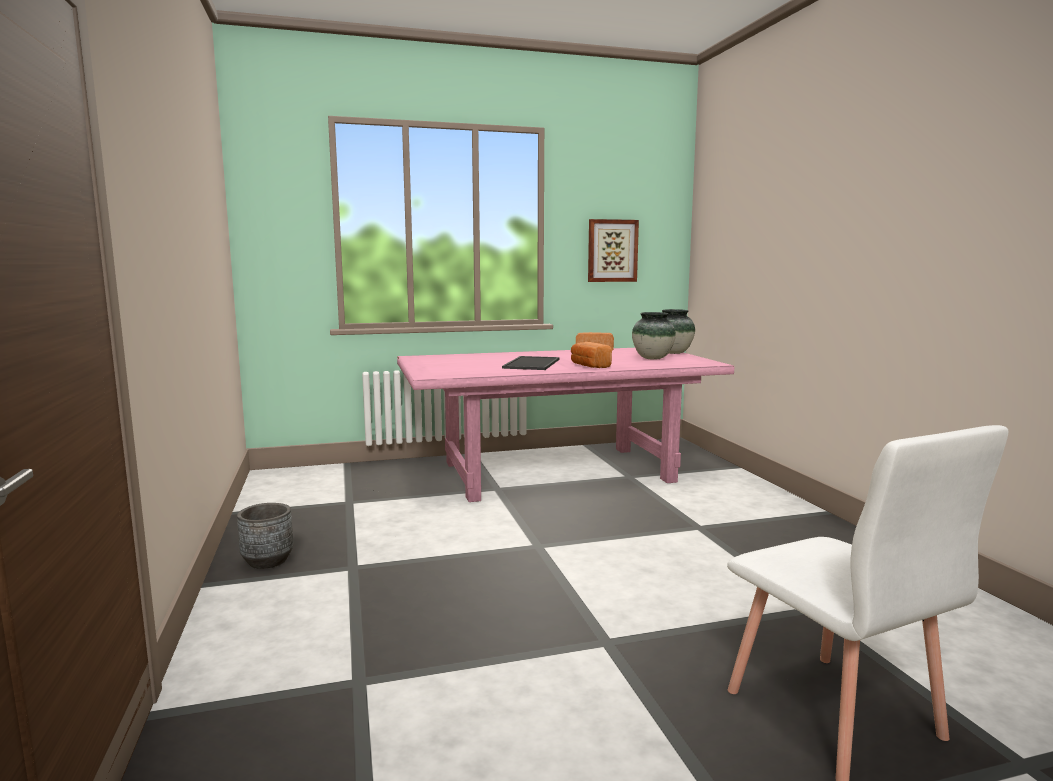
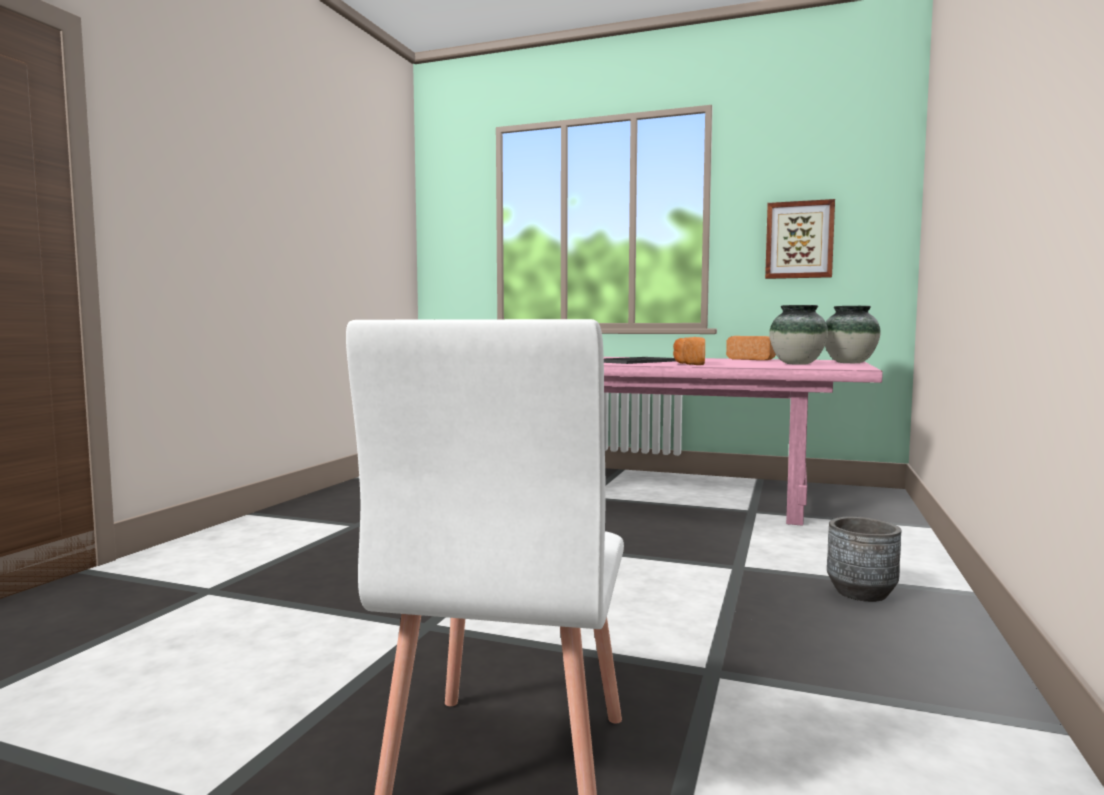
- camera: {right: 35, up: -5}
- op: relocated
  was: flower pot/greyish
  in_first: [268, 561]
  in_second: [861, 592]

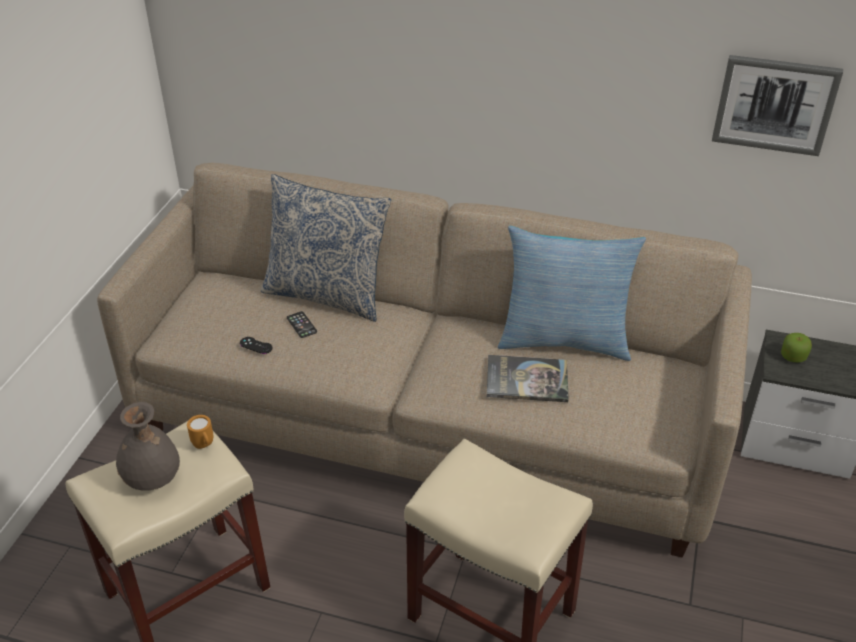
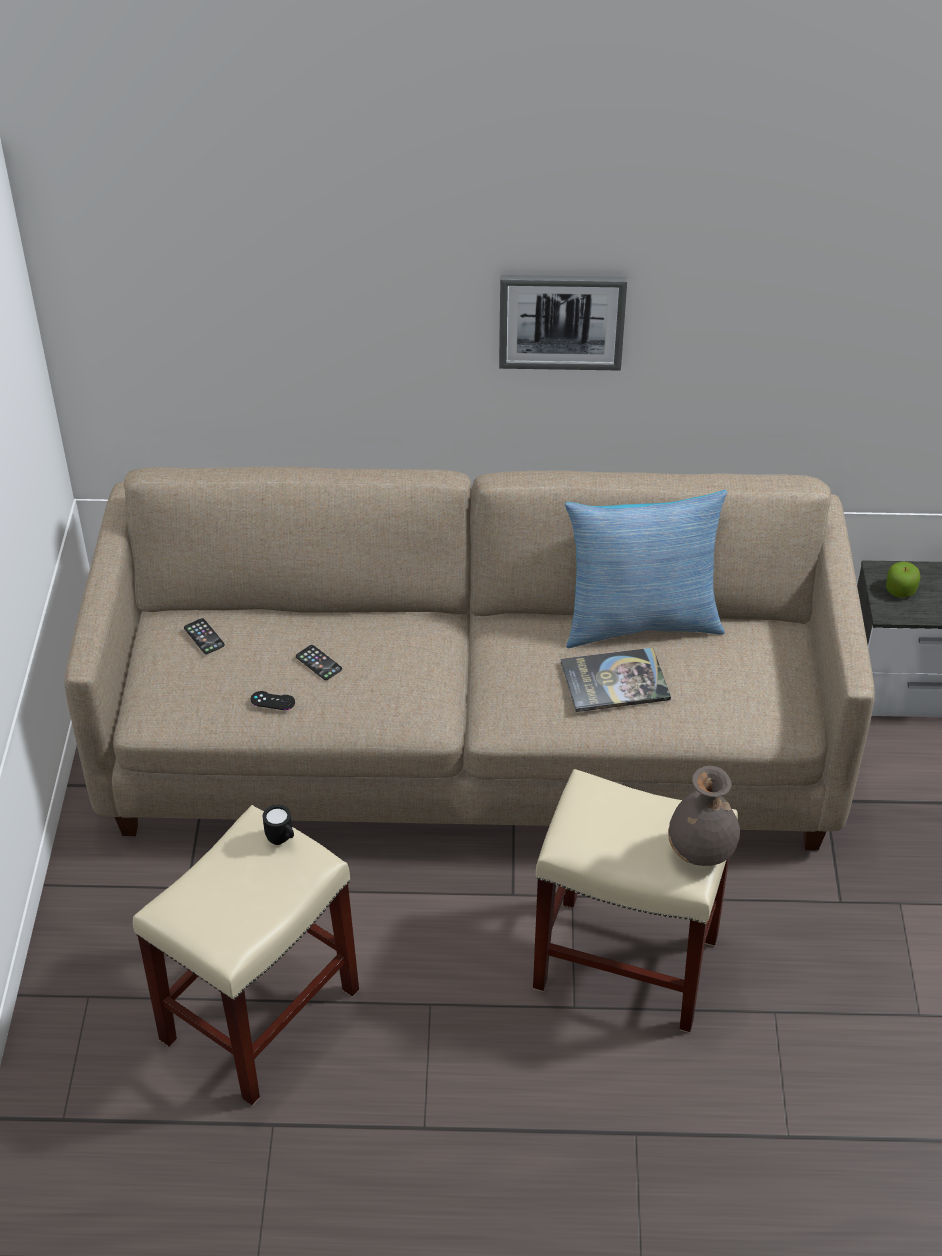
- camera: {right: -15, up: 5}
- op: relocated
  was: picture
  in_first: [774, 104]
  in_second: [561, 321]
- op: missing
  was: cushion
  in_first: [327, 294]
- op: relocated
  was: flower vase/greyish
  in_first: [153, 480]
  in_second: [701, 852]
- op: colour
  was: coffee mug/orange
  now: coffee mug/black
  in_first: [204, 445]
  in_second: [282, 840]
- op: appeared
  now: phone
  in_second: [204, 636]

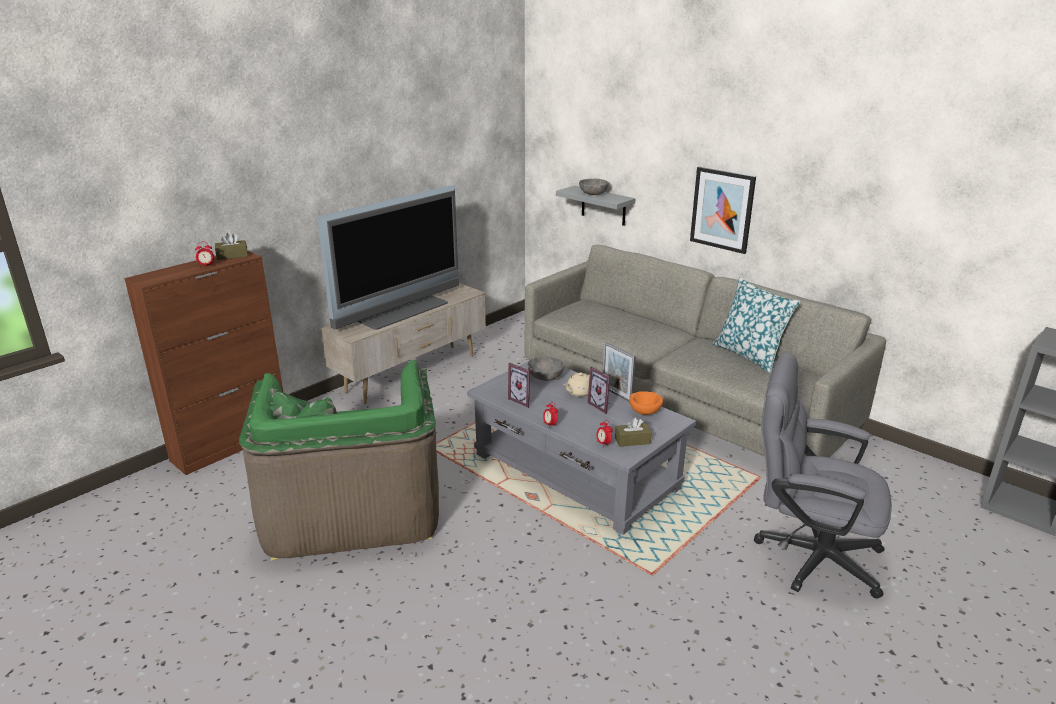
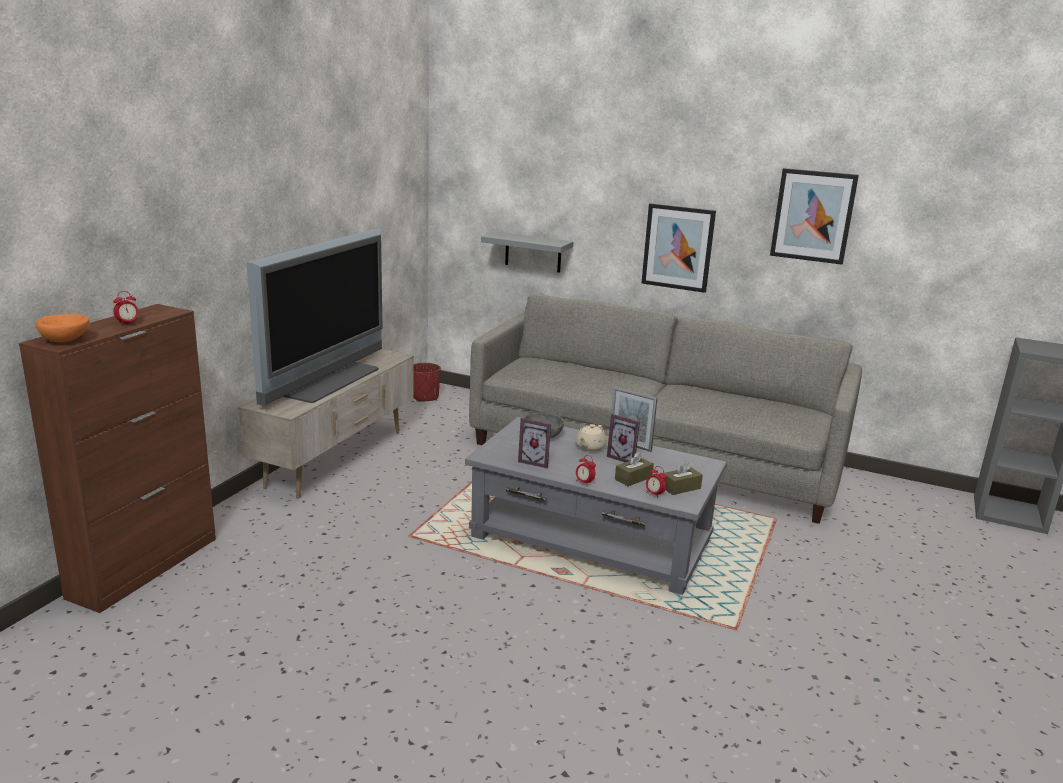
- camera: {right: -20, up: -5}
- op: missing
  was: bowl/greyish
  in_first: [593, 194]
- op: relocated
  was: tissue box/brown-coloured
  in_first: [232, 256]
  in_second: [633, 478]
- op: missing
  was: cushion
  in_first: [749, 355]
- op: missing
  was: computer chair/greyish
  in_first: [807, 554]
- op: missing
  was: lounge chair/green
  in_first: [352, 506]
- op: relocated
  was: bowl/orange
  in_first: [645, 411]
  in_second: [66, 340]
- op: appeared
  now: picture
  in_second: [813, 216]
- op: appeared
  now: flower pot/reddish
  in_second: [425, 397]

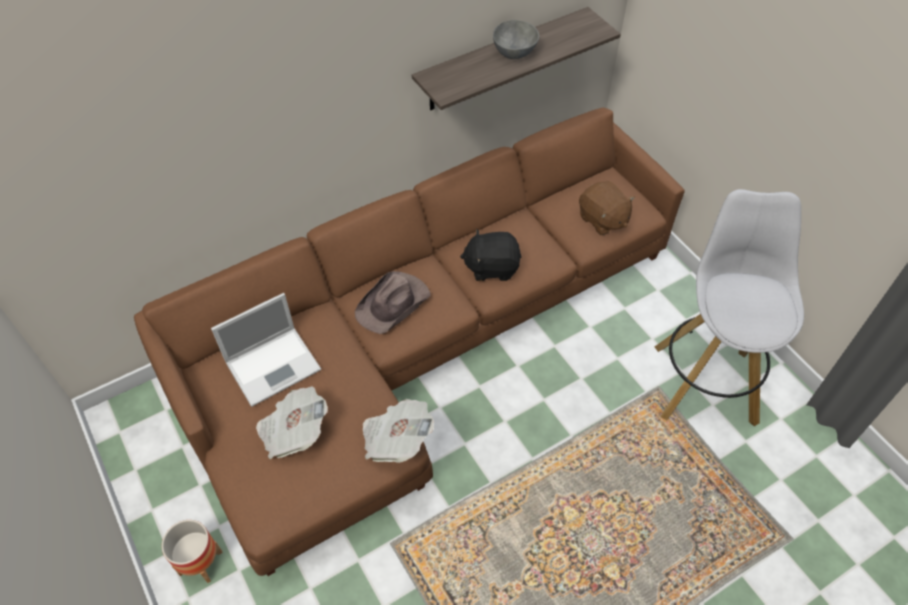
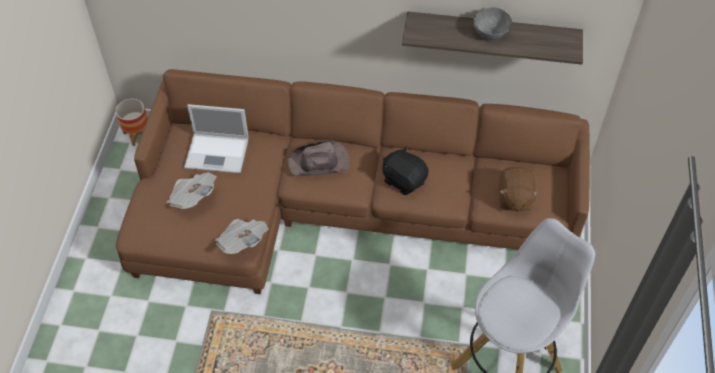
- camera: {right: 40, up: 0}
- op: relocated
  was: flower pot
  in_first: [201, 562]
  in_second: [137, 134]

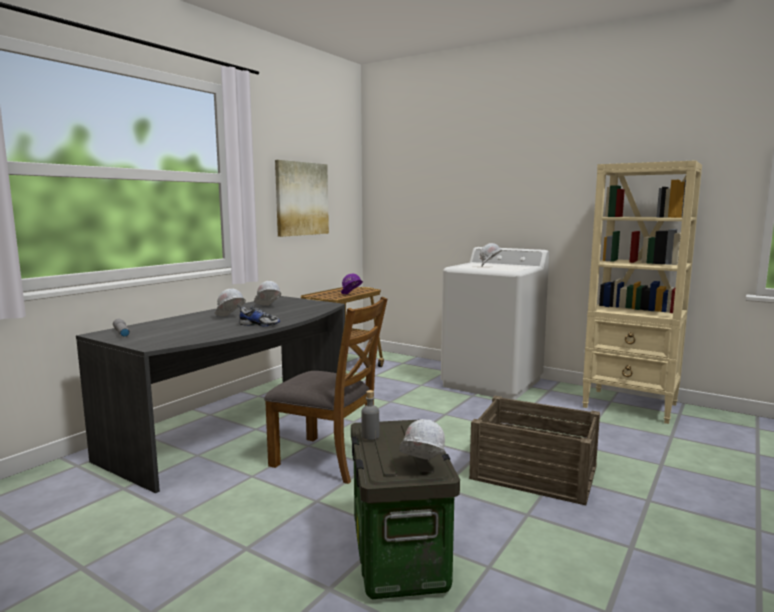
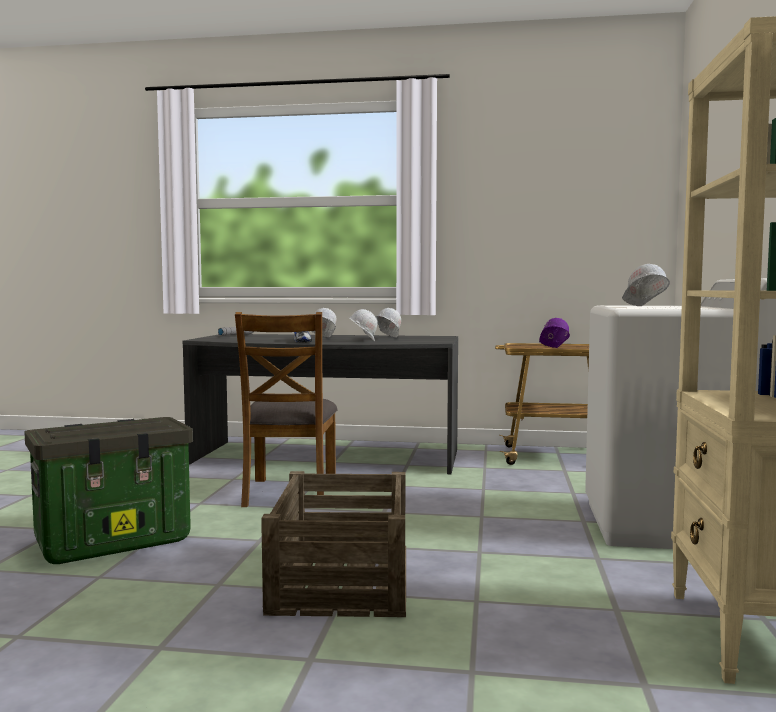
- camera: {right: 65, up: -5}
- op: missing
  was: picture
  in_first: [301, 199]
- op: missing
  was: drink bottle/greyish
  in_first: [370, 436]
- op: relocated
  was: safety helmet/whitish
  in_first: [421, 467]
  in_second: [362, 341]

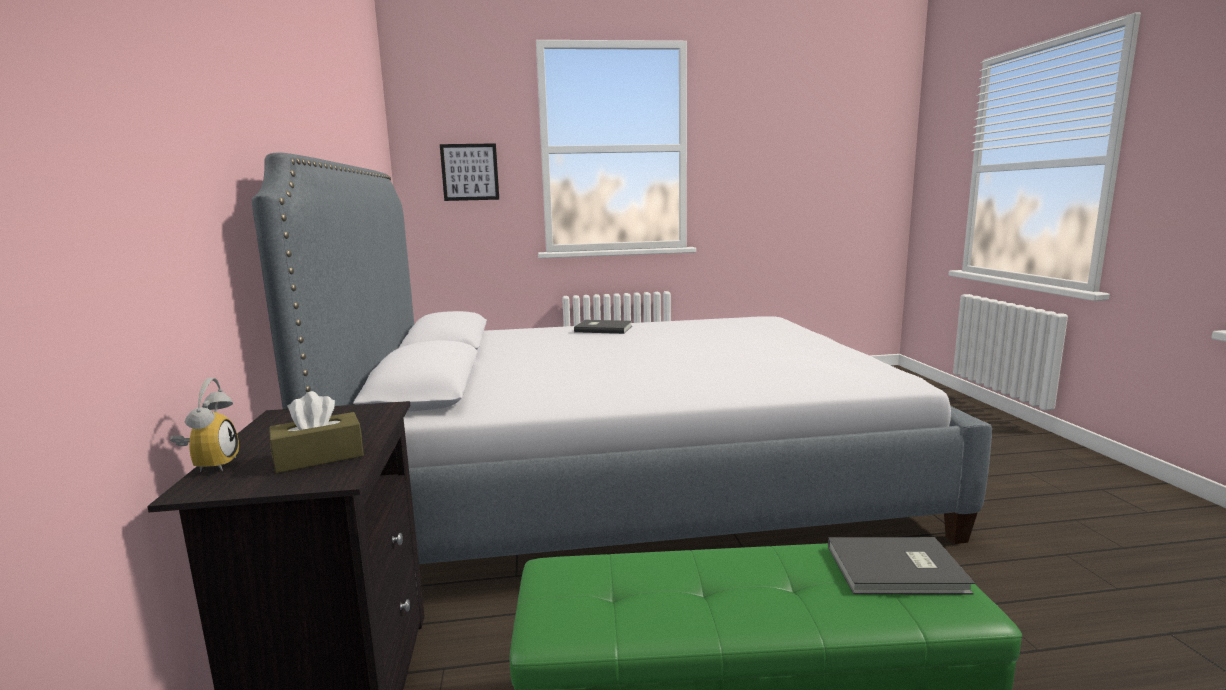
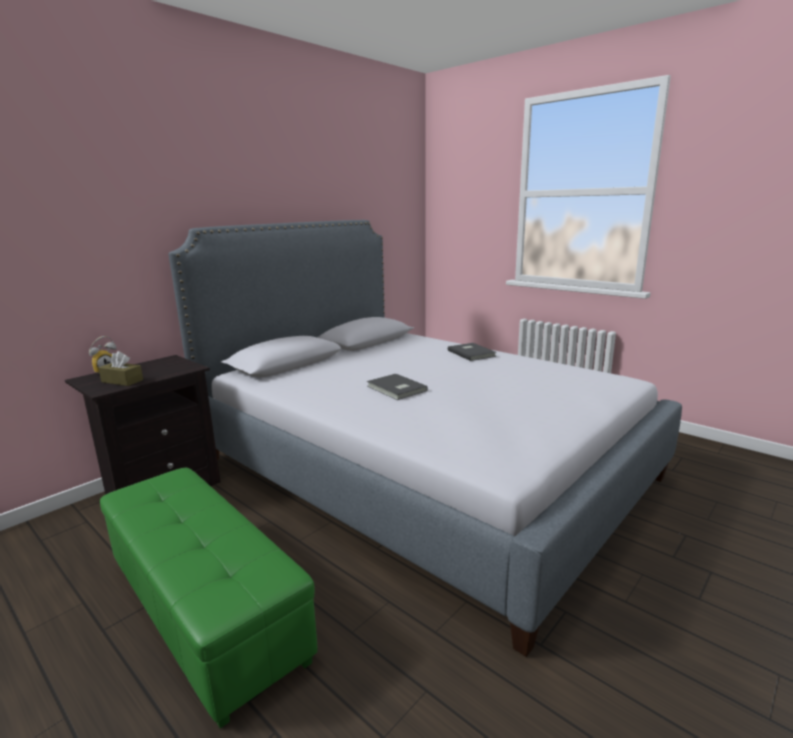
- camera: {right: 50, up: 5}
- op: missing
  was: picture
  in_first: [470, 172]
- op: relocated
  was: volume/greyish
  in_first: [899, 571]
  in_second: [396, 389]

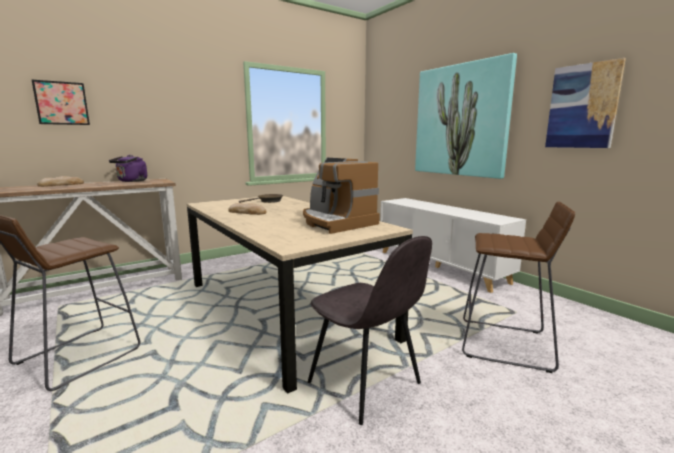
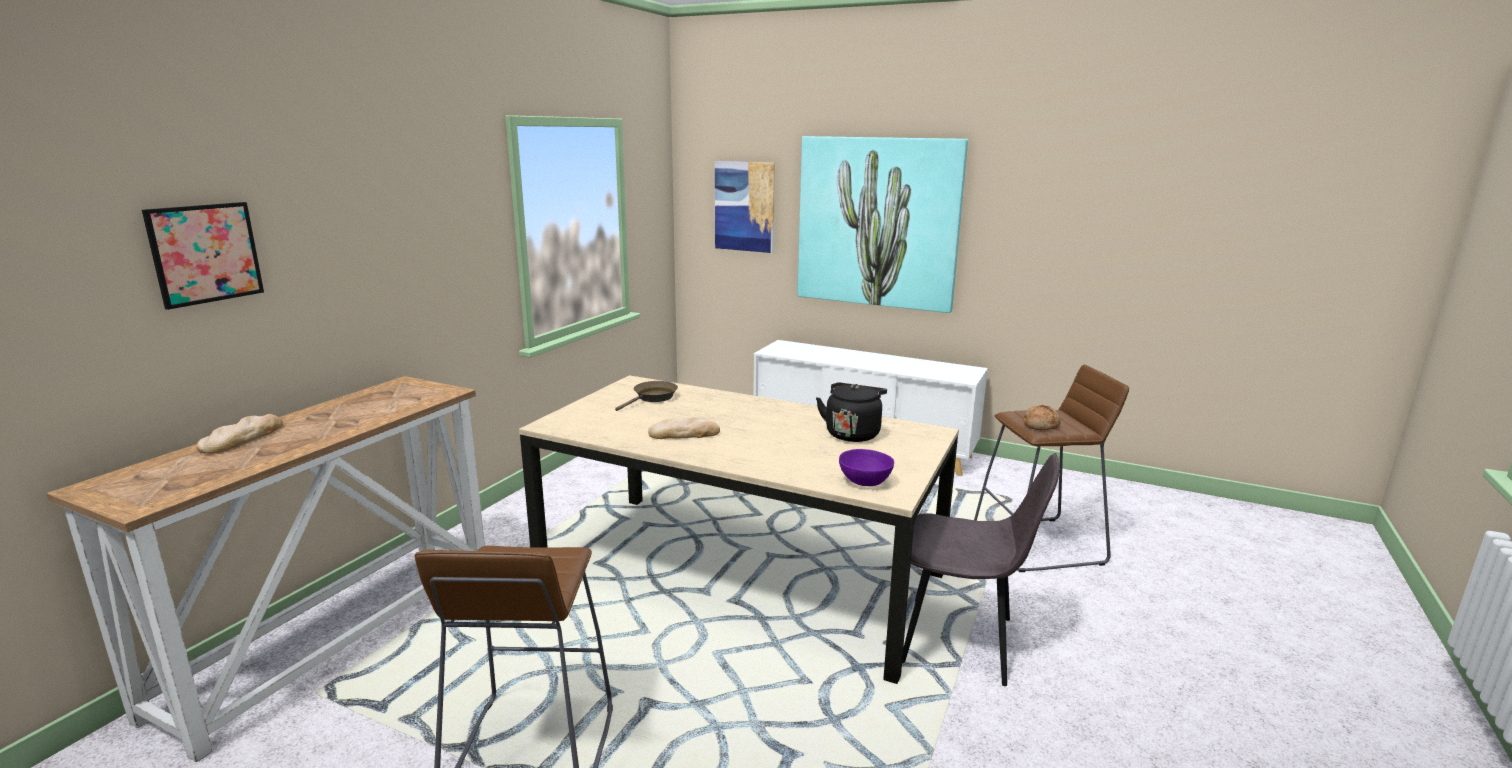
- camera: {right: -30, up: 5}
- op: relocated
  was: picture
  in_first: [582, 106]
  in_second: [744, 206]
- op: missing
  was: kettle/purplish
  in_first: [131, 181]
- op: exchanged
  was: coffee brewer
  now: kettle/black
  in_first: [336, 222]
  in_second: [852, 433]
- op: appeared
  now: bakery bread
  in_second: [1040, 425]
- op: appeared
  now: bowl/purplish
  in_second: [863, 482]

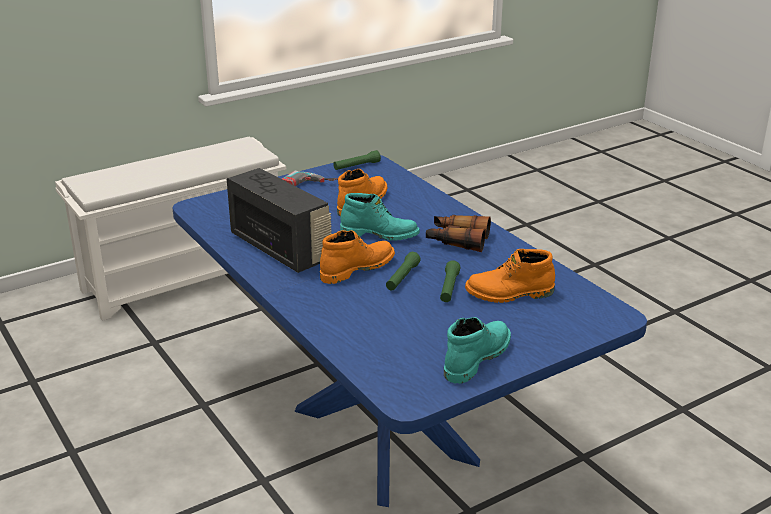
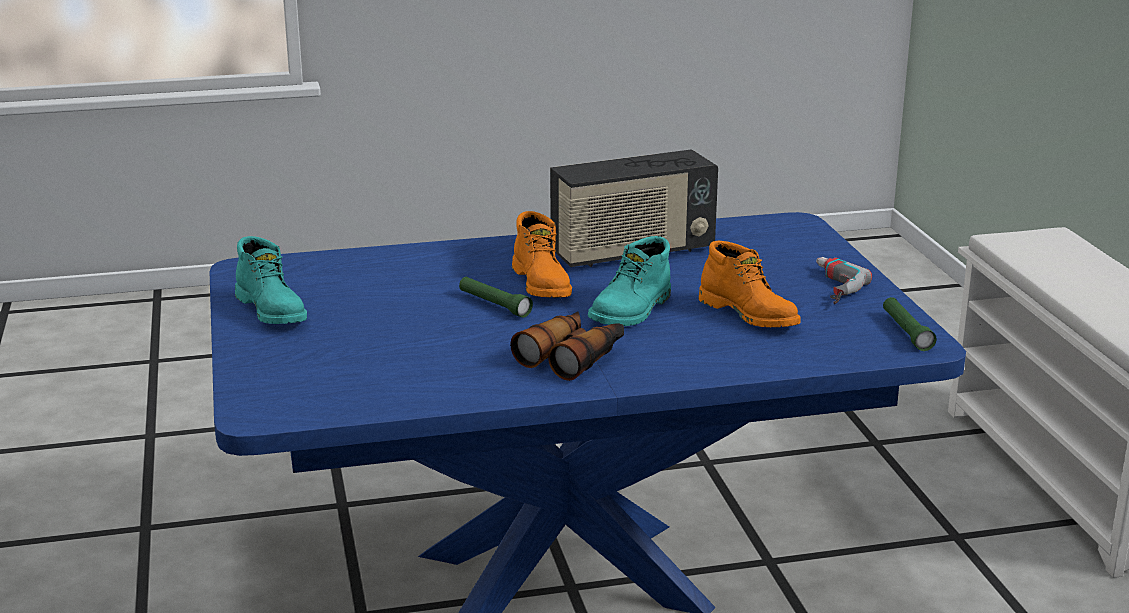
- camera: {right: 110, up: -5}
- op: missing
  was: tall boot/orange
  in_first: [509, 294]
- op: missing
  was: flashlight/green
  in_first: [449, 288]

